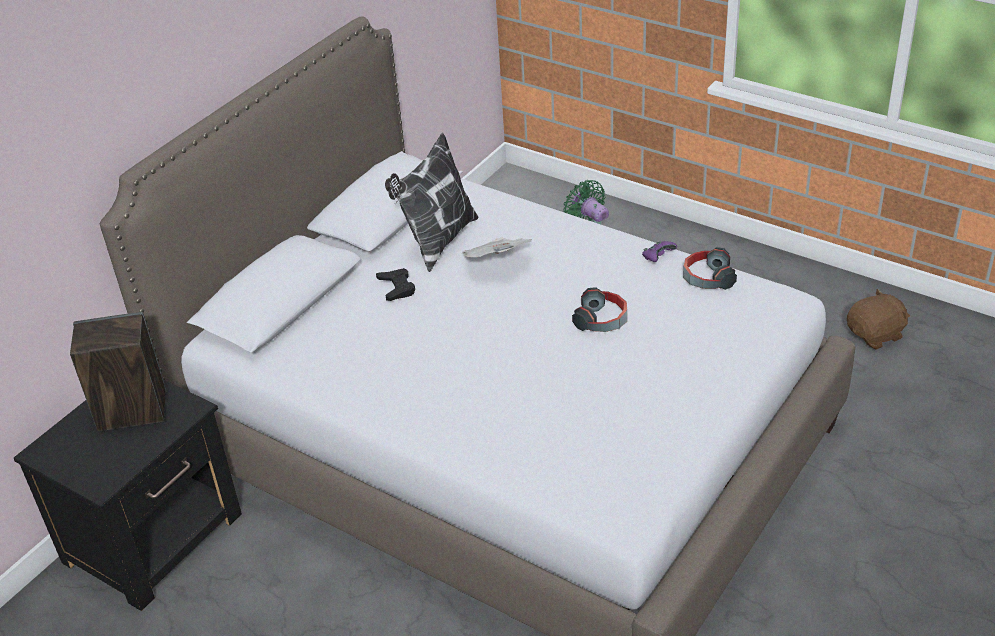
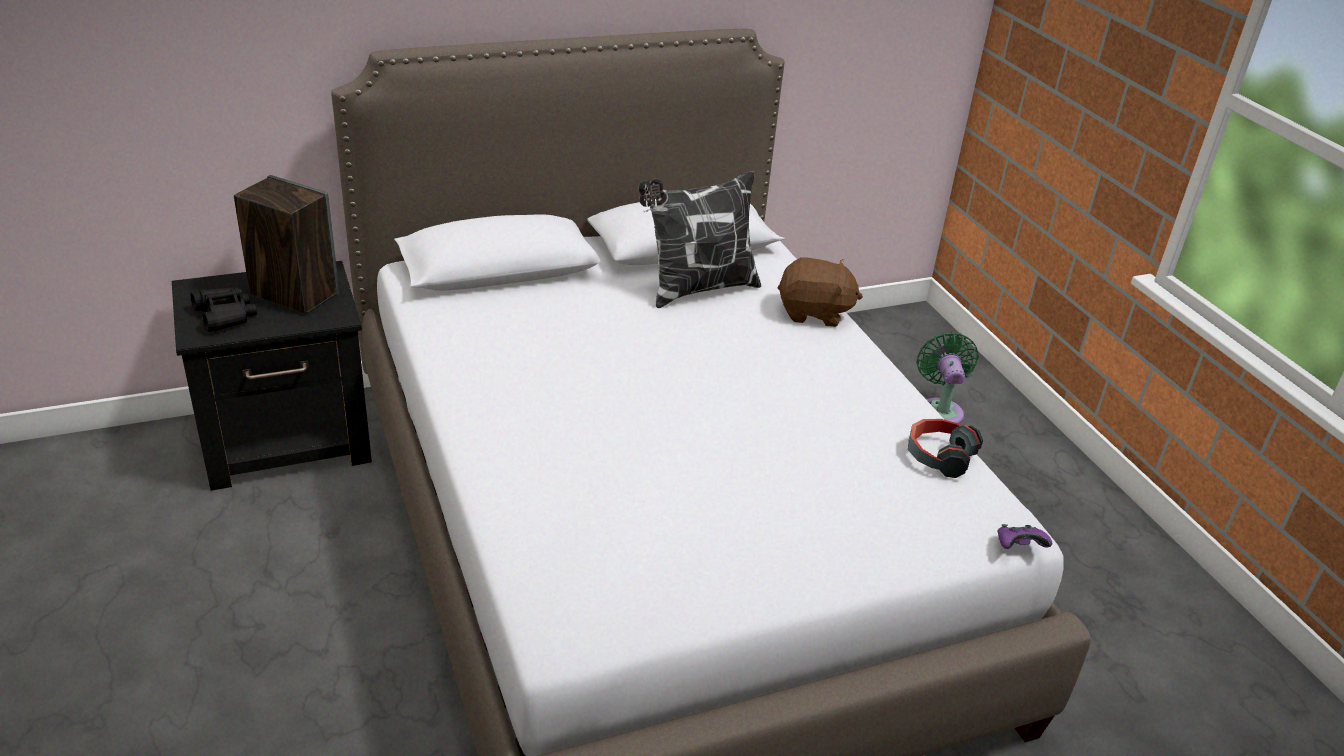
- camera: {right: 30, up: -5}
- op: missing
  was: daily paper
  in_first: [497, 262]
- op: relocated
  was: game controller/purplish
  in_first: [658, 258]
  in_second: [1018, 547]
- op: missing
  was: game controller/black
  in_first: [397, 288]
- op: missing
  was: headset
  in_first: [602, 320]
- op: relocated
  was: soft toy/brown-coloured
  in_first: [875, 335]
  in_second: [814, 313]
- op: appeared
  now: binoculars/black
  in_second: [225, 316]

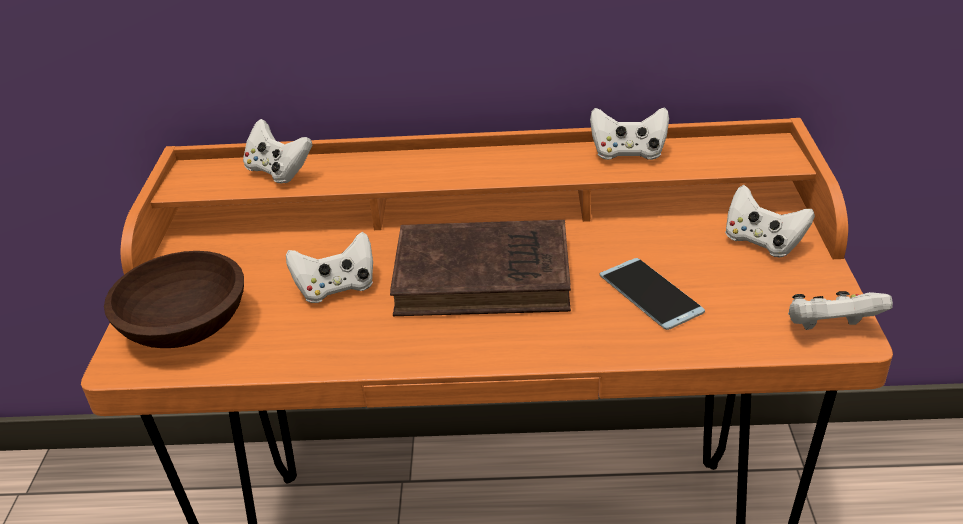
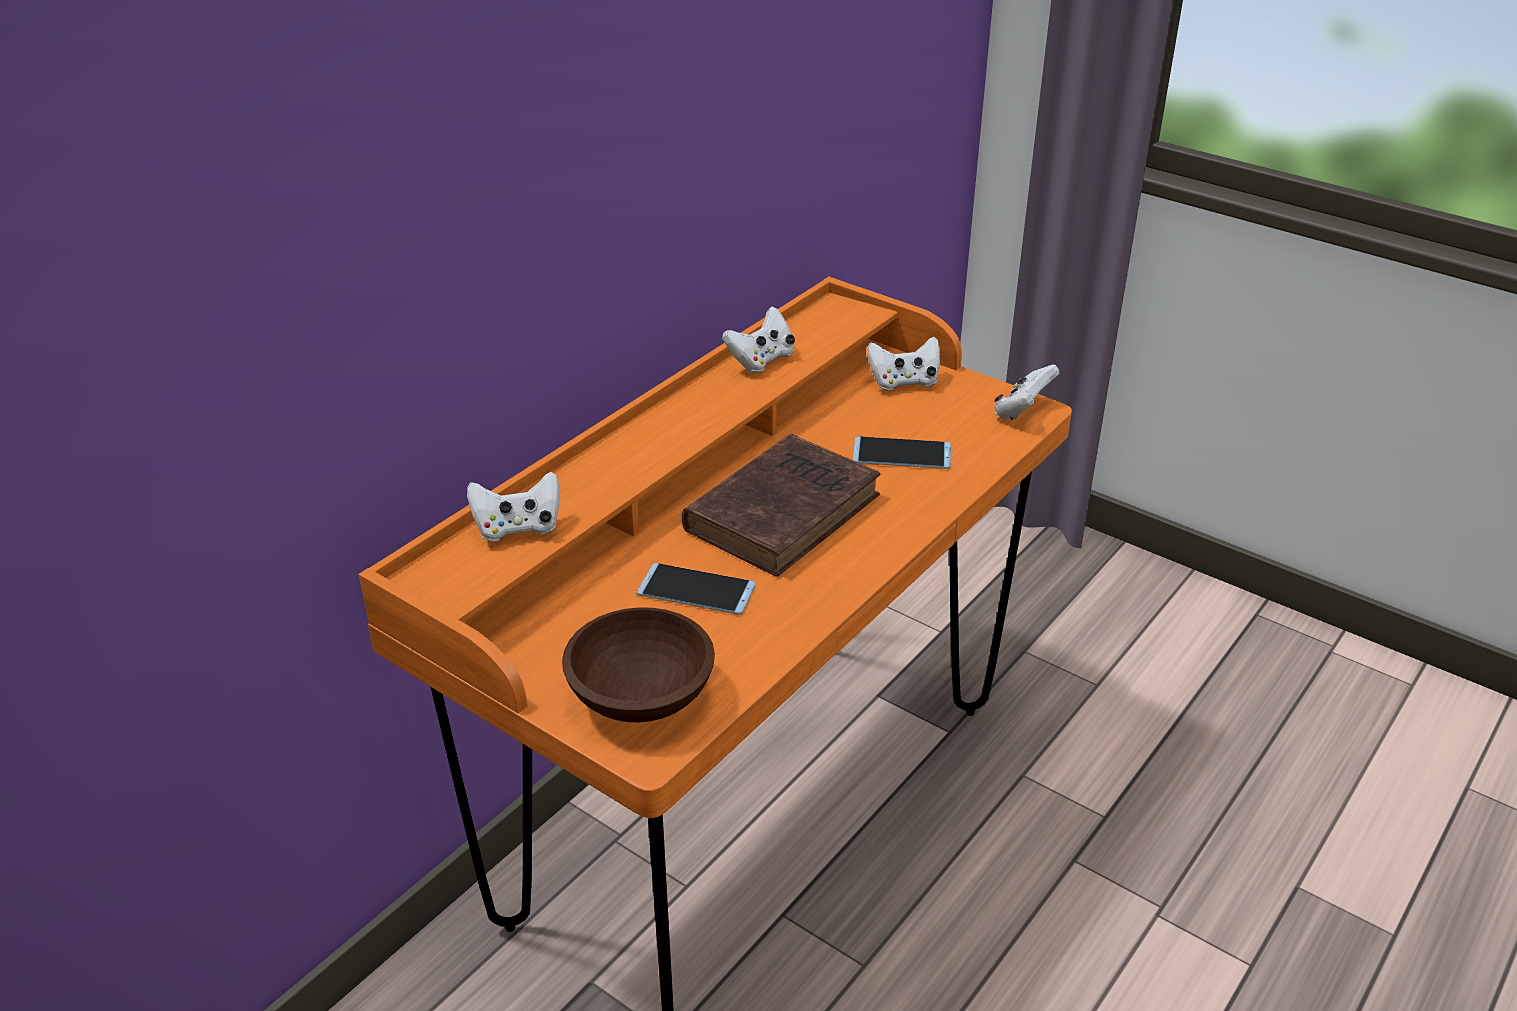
- camera: {right: -55, up: 0}
- op: exchanged
  was: game controller/whitish
  now: phone
  in_first: [336, 288]
  in_second: [696, 590]

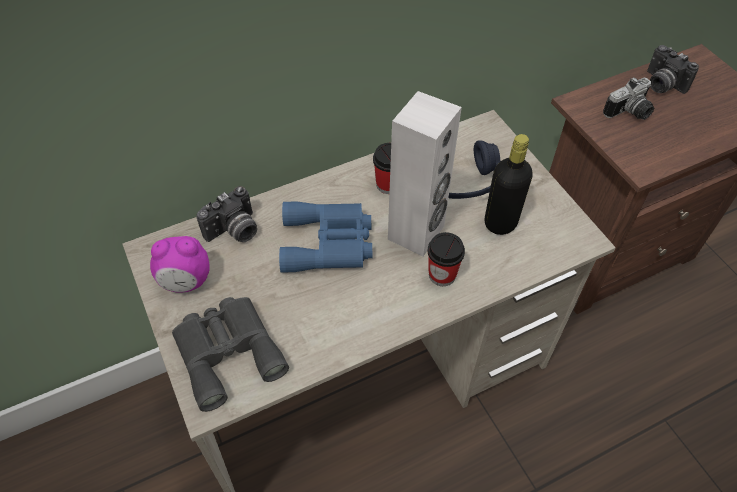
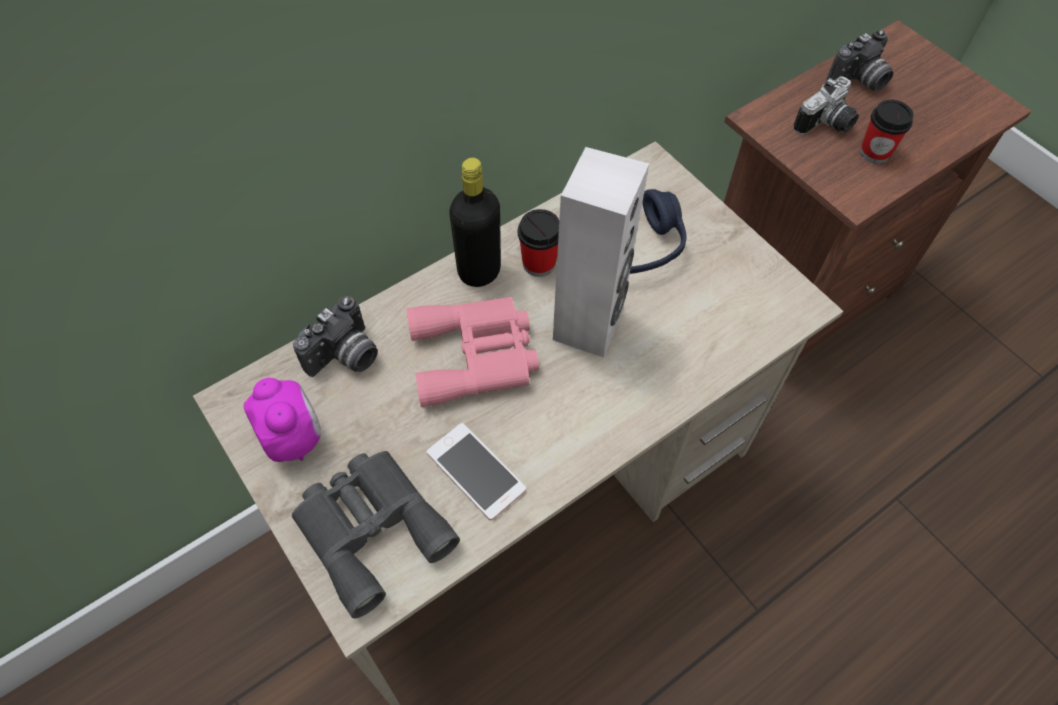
- camera: {right: -10, up: 5}
- op: spun
  was: photo camera
  in_first: [661, 84]
  in_second: [859, 81]
  clockwise: -75
- op: relocated
  was: drink bottle/black
  in_first: [500, 223]
  in_second: [479, 271]
- op: colour
  was: binoculars/blue-coloured
  now: binoculars/pink
  in_first: [329, 243]
  in_second: [477, 355]
- op: relocated
  was: small cup
  in_first: [442, 275]
  in_second: [874, 153]
- op: spun
  was: table clock
  in_first: [186, 281]
  in_second: [294, 438]
  clockwise: -105
- op: appeared
  now: phone
  in_second: [476, 471]

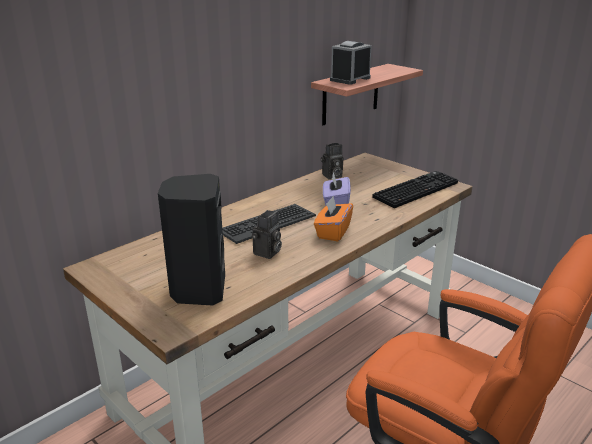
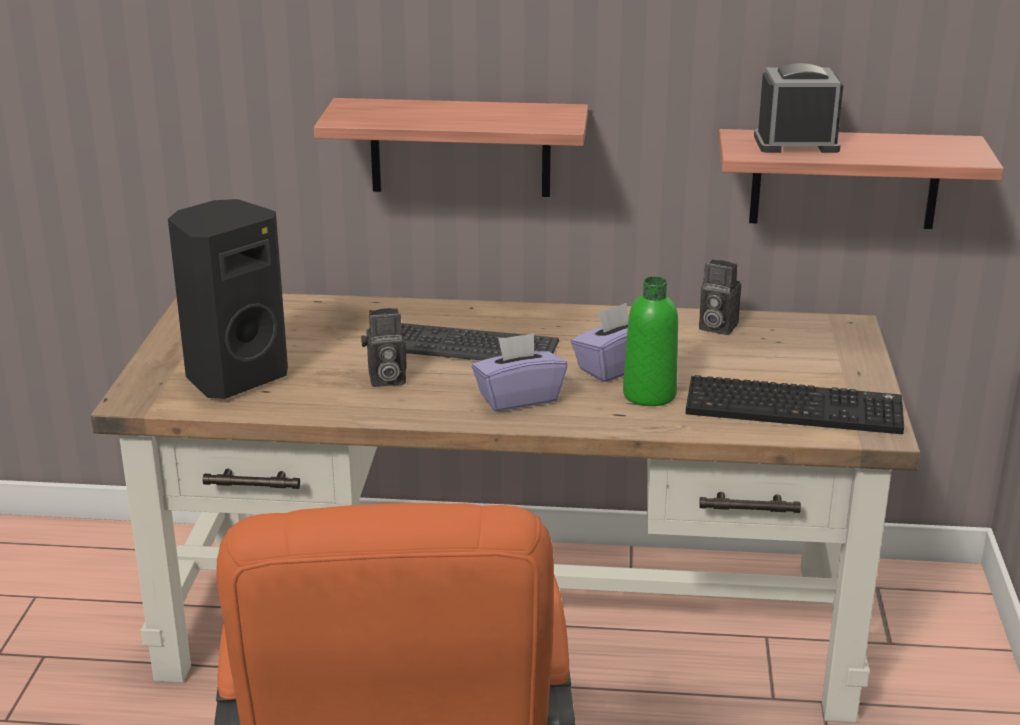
- camera: {right: 50, up: 0}
- op: colour
  was: tissue box/orange
  now: tissue box/purplish
  in_first: [333, 232]
  in_second: [518, 398]
- op: appeared
  now: shelf
  in_second: [460, 147]
- op: appeared
  now: drink bottle/green
  in_second: [649, 394]

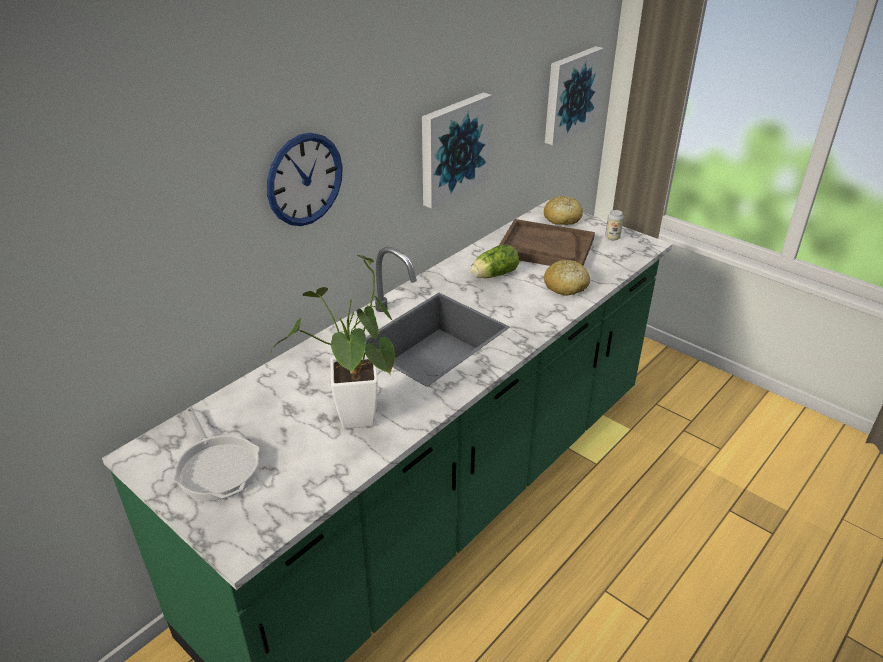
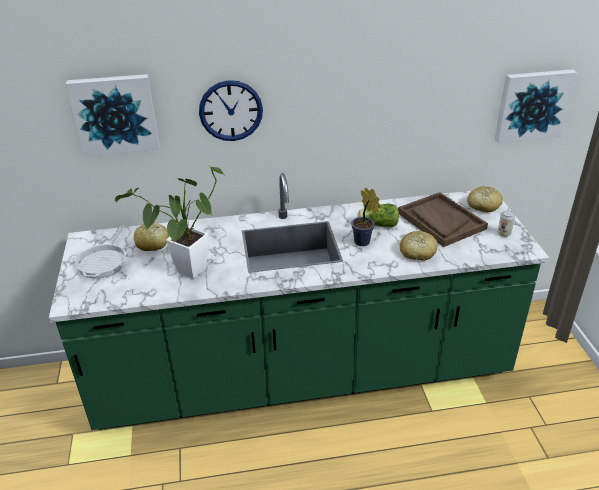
- camera: {right: 40, up: 0}
- op: relocated
  was: picture
  in_first: [453, 148]
  in_second: [115, 114]
- op: appeared
  now: houseplant
  in_second: [363, 243]
- op: appeared
  now: bakery bread
  in_second: [152, 243]

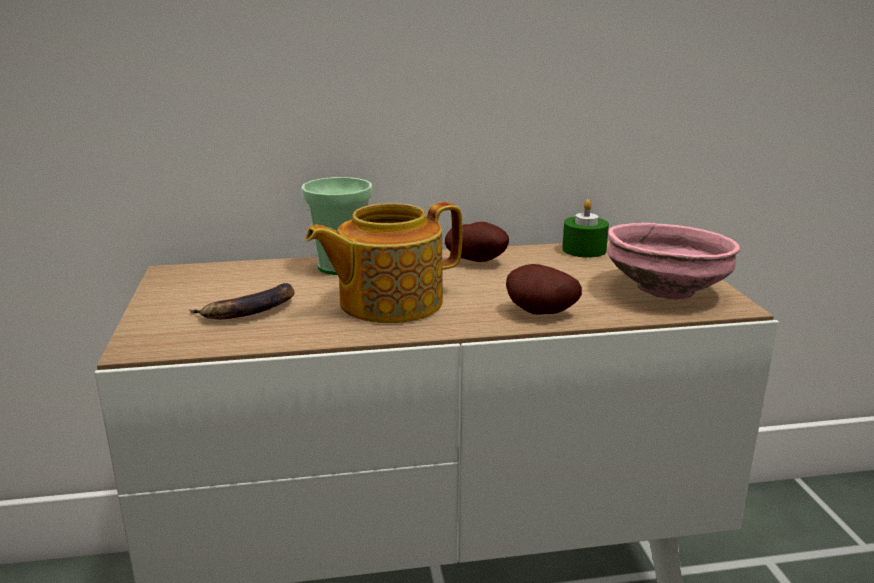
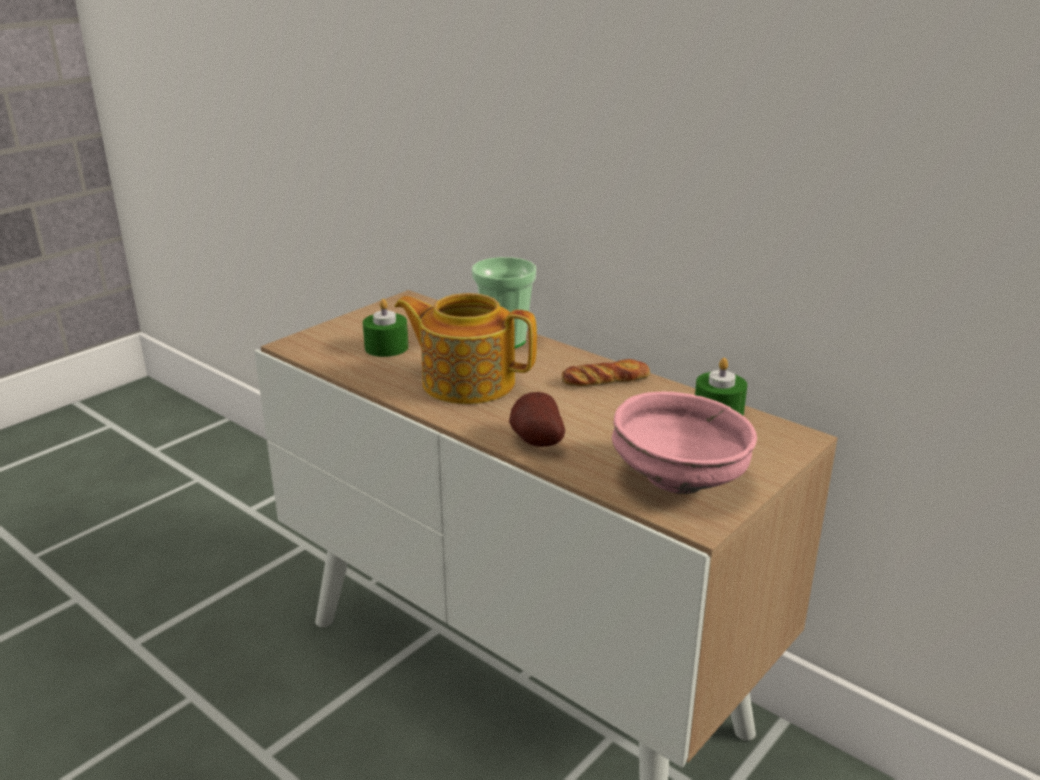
- camera: {right: 50, up: 5}
- op: exchanged
  was: whole potato
  now: bakery bread
  in_first: [478, 261]
  in_second: [605, 380]
- op: exchanged
  was: banana
  now: wax light/green
  in_first: [249, 310]
  in_second: [386, 347]

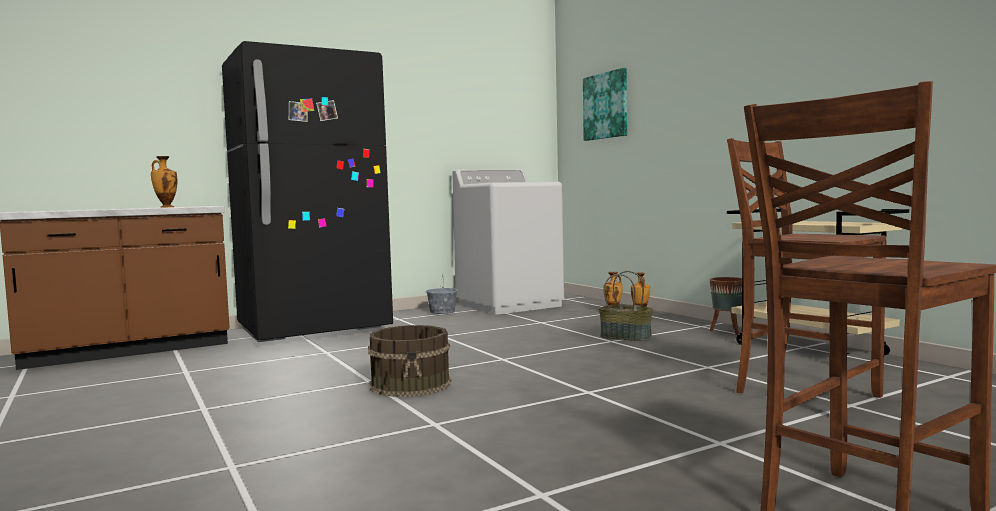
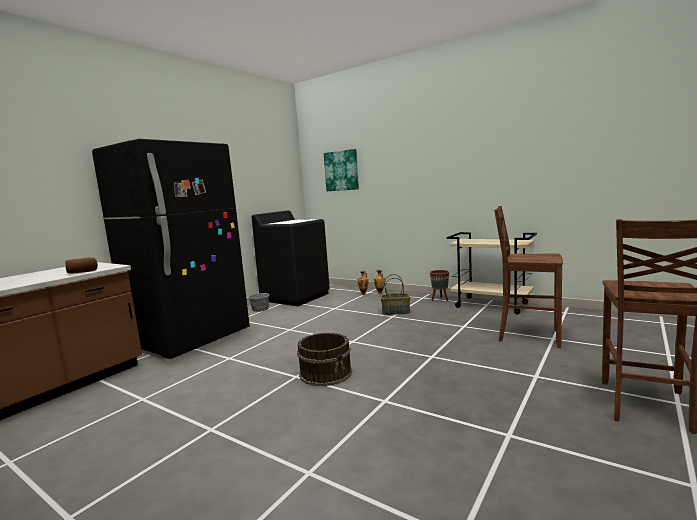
- camera: {right: -25, up: 5}
- op: exchanged
  was: flower vase
  now: bakery bread
  in_first: [166, 207]
  in_second: [82, 272]
- op: colour
  was: laundry machine/whitish
  now: laundry machine/black
  in_first: [510, 305]
  in_second: [296, 297]

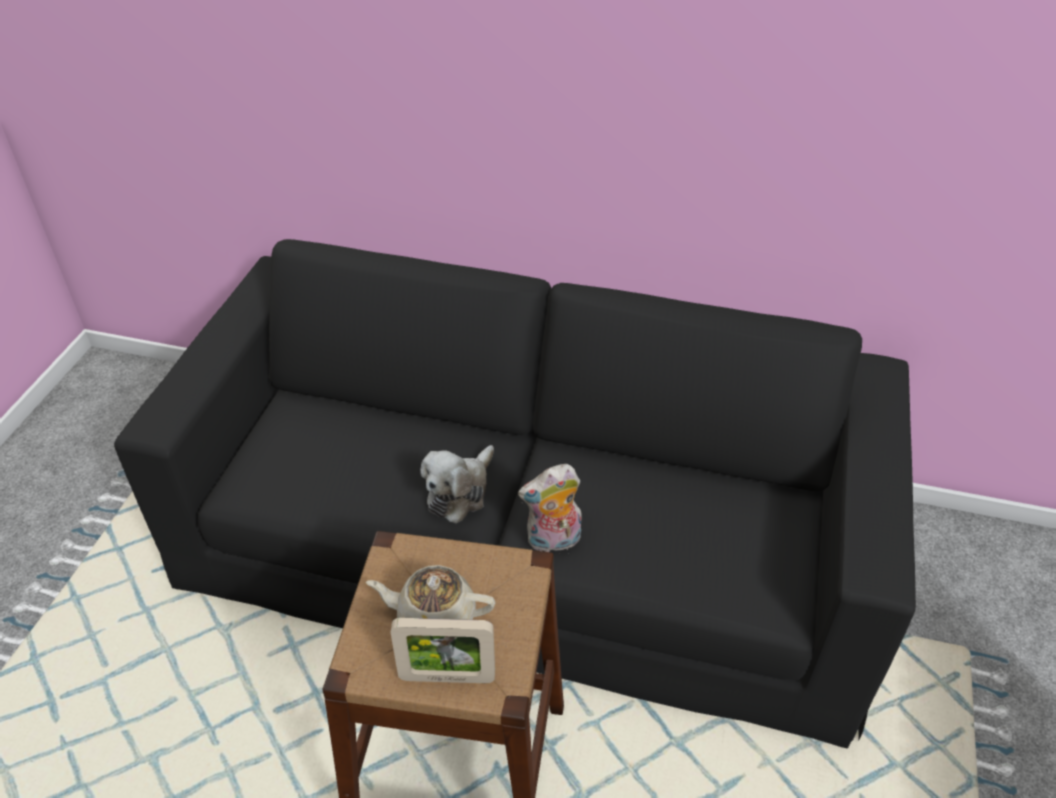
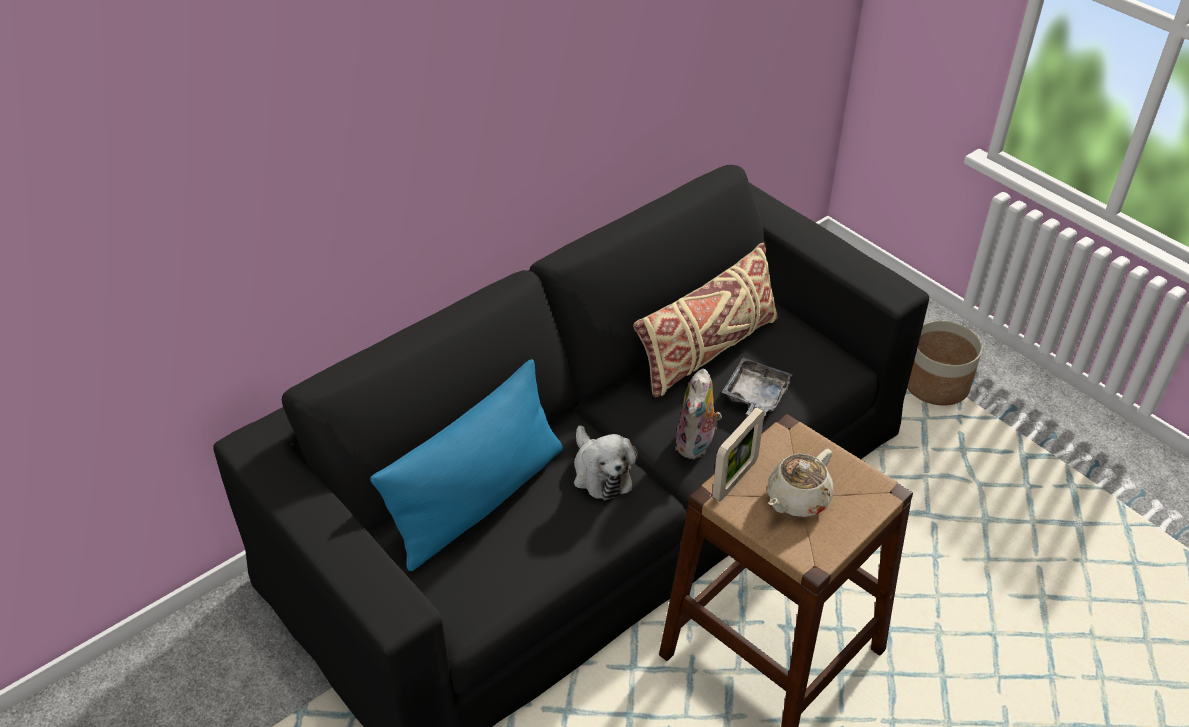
- camera: {right: -55, up: 0}
- op: relocated
  was: photo frame
  in_first: [447, 677]
  in_second: [735, 479]
- op: appeared
  now: cushion/beige
  in_second: [707, 351]
- op: appeared
  now: flower pot
  in_second: [935, 384]
- op: appeared
  now: carrying tray/greyish
  in_second: [755, 396]
- op: appeared
  now: cushion/blue-coloured
  in_second: [479, 500]

